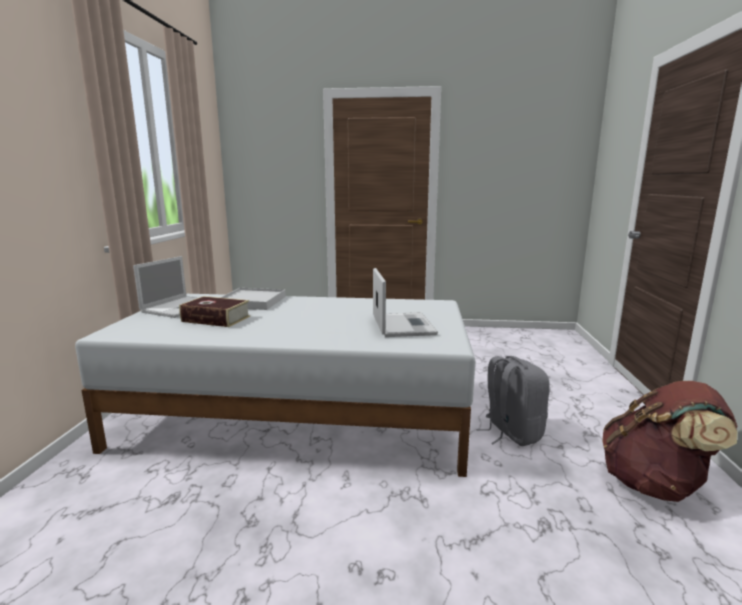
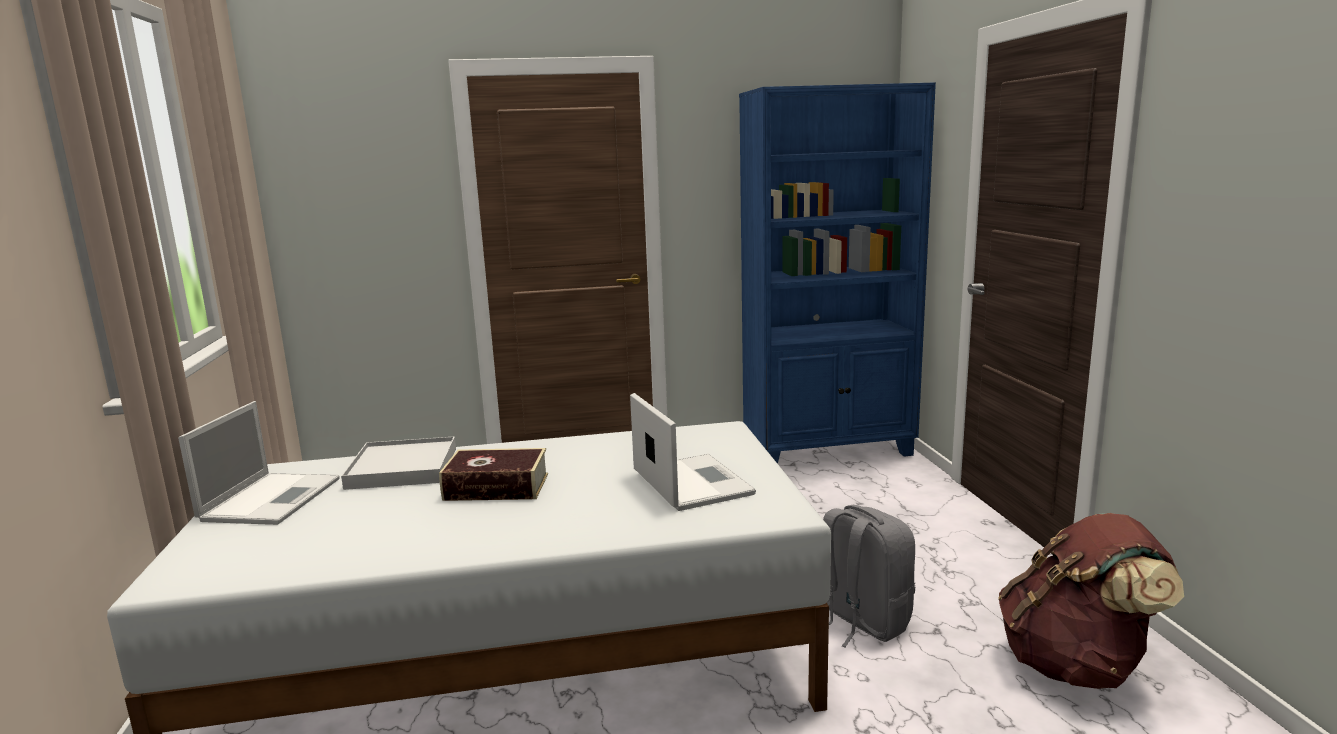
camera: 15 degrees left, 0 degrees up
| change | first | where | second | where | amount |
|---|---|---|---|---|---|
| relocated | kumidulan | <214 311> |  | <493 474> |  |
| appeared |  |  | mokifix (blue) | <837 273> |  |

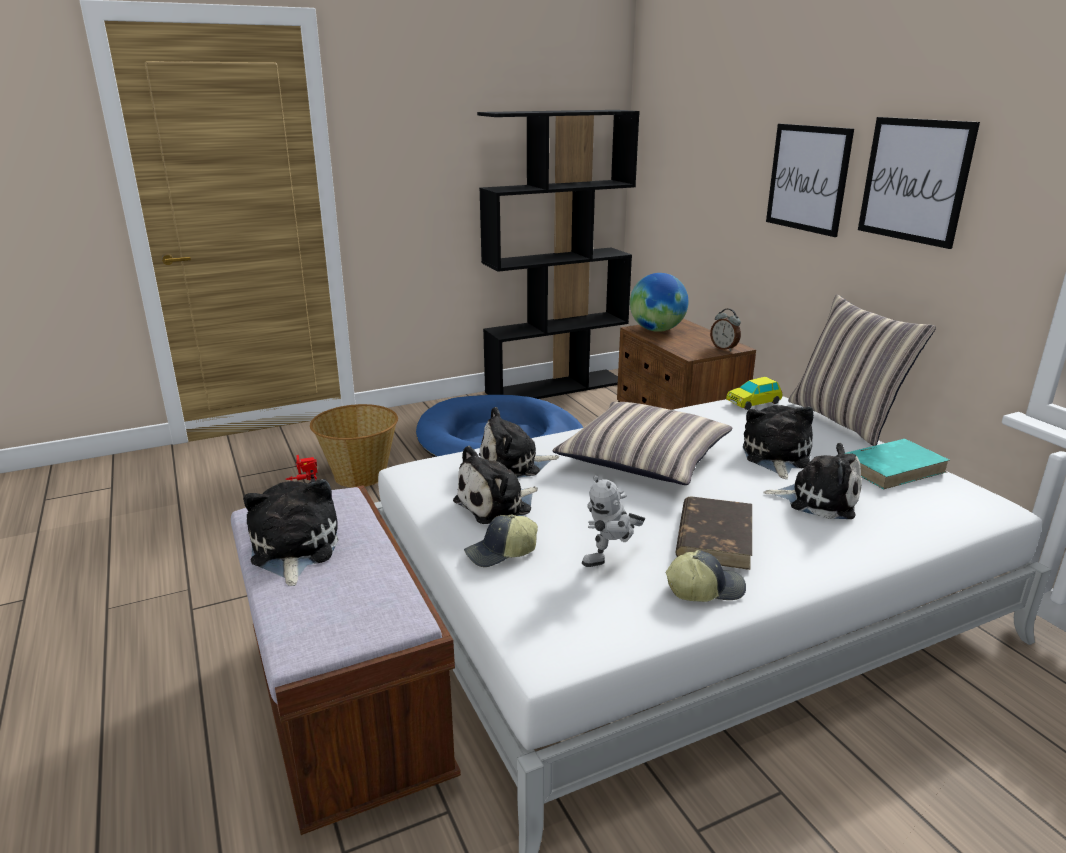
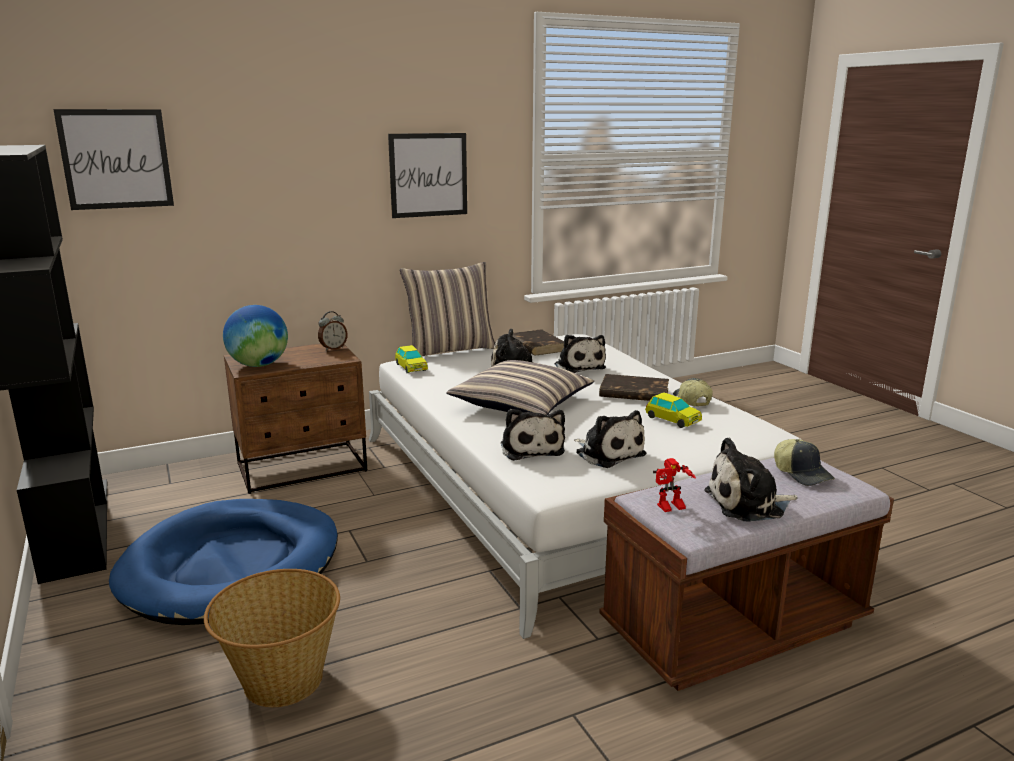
camera: 90 degrees left, 5 degrees down
| change | first | where | second | where | amount |
|---|---|---|---|---|---|
| relocated | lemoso | <810 180> |  | <113 159> |  |
| colour | kumidulan (turquoise) | <897 464> | kumidulan (brown) | <538 342> |  |
| spun | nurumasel | <812 481> |  | <580 354> | 135 degrees clockwise |
| exchanged | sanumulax | <613 521> | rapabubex | <673 410> |  |
| relocated | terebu | <501 540> |  | <804 462> |  |

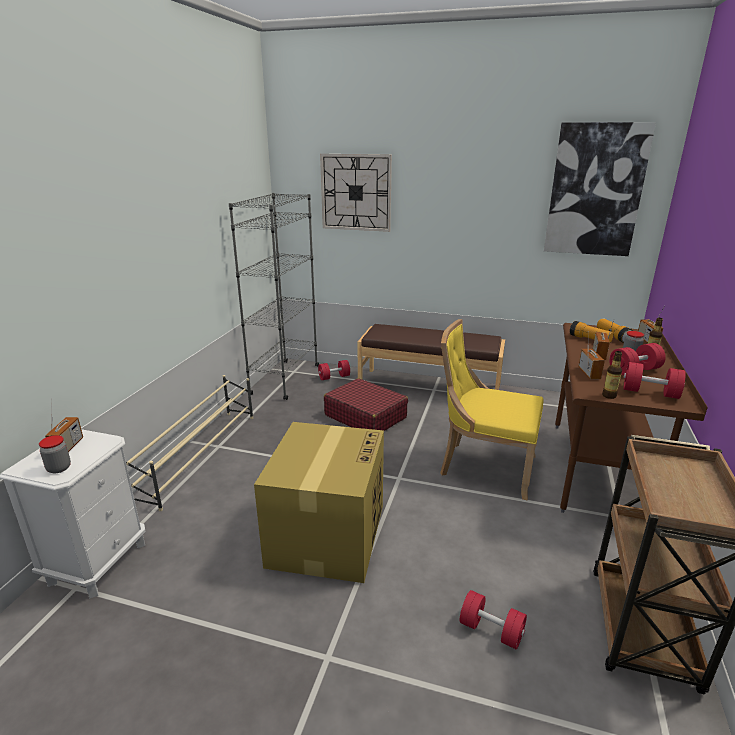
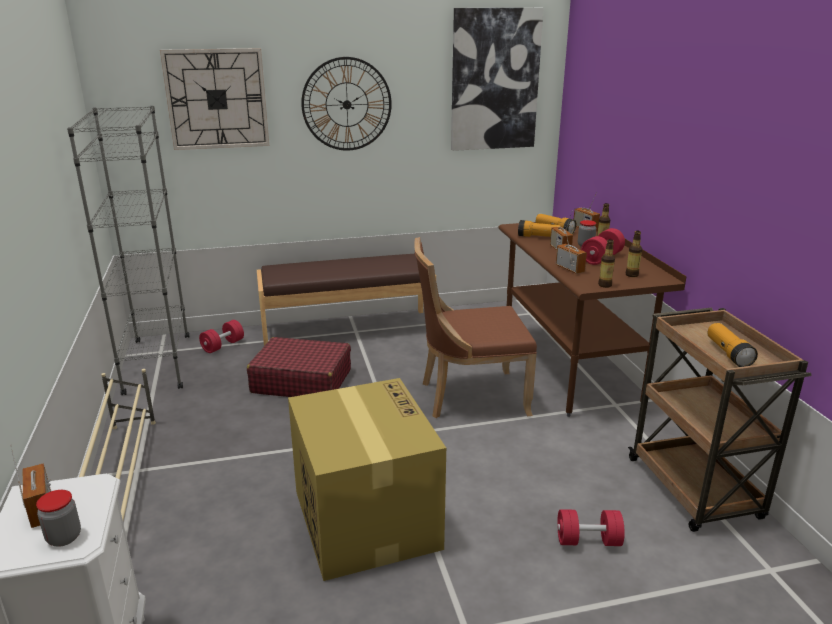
camera: 30 degrees left, 0 degrees up
| change | first | where | second | where | amount |
|---|---|---|---|---|---|
| colour | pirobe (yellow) | <492 409> | pirobe (brown) | <475 327> |  |
| exchanged | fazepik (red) | <654 380> | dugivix | <634 254> |  |
| appeared |  |  | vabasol | <346 104> |  |
| appeared |  |  | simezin | <732 345> |  |

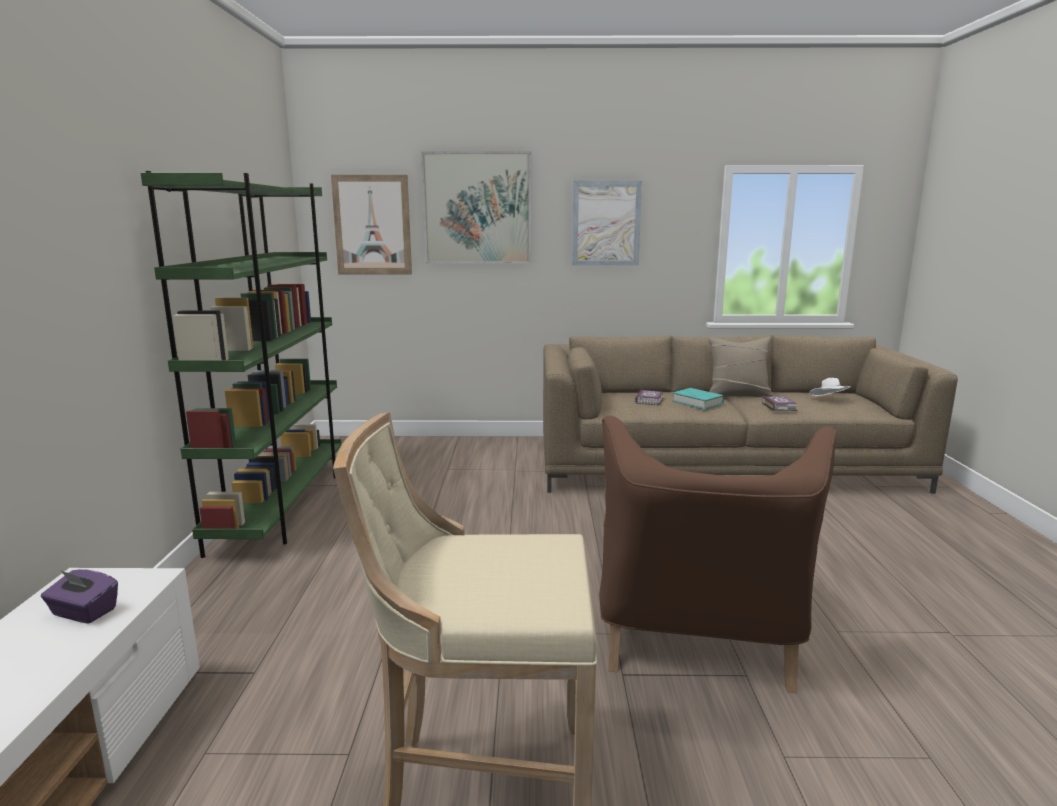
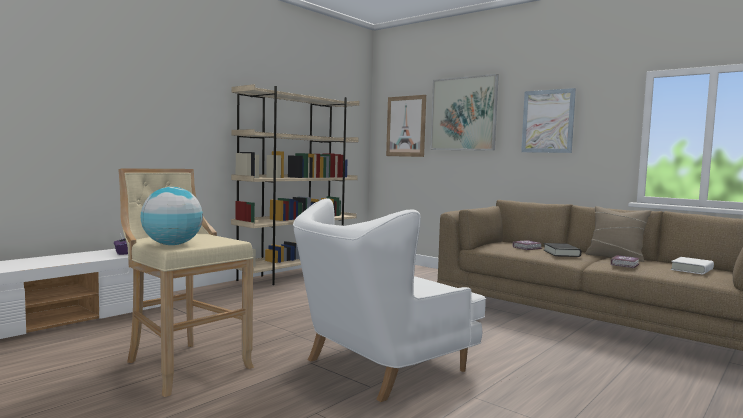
camera: 40 degrees right, 10 degrees down
| change | first | where | second | where | amount |
|---|---|---|---|---|---|
| colour | mokifix (green) | <241 364> | mokifix (beige) | <295 184> |  |
| exchanged | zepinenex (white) | <830 387> | kumidulan (white) | <692 266> |  |
| colour | kumidulan (turquoise) | <698 399> | kumidulan (black) | <562 250> |  |
| colour | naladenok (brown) | <718 554> | naladenok (white) | <389 300> |  |
| appeared |  |  | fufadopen | <172 216> |  |

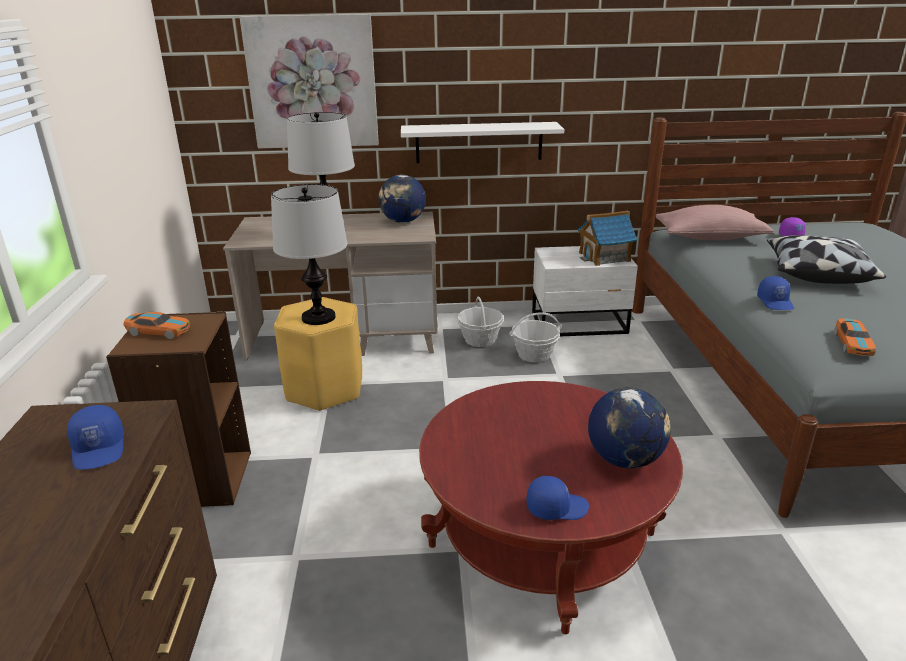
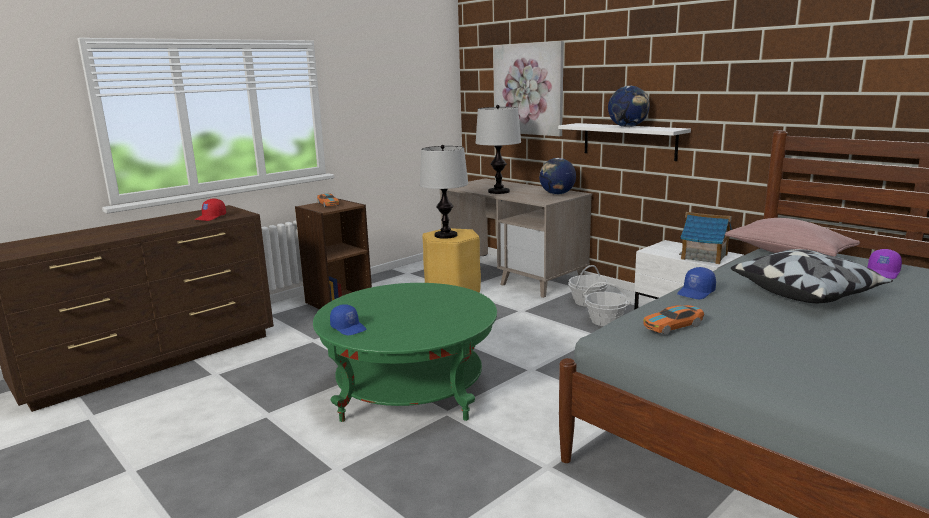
camera: 50 degrees right, 10 degrees down
| change | first | where | second | where | amount |
|---|---|---|---|---|---|
| colour | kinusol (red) | <551 507> | kinusol (green) | <405 352> |  |
| relocated | fufadopen | <629 428> |  | <629 106> |  |
| colour | terebu (blue) | <95 437> | terebu (red) | <210 209> |  |

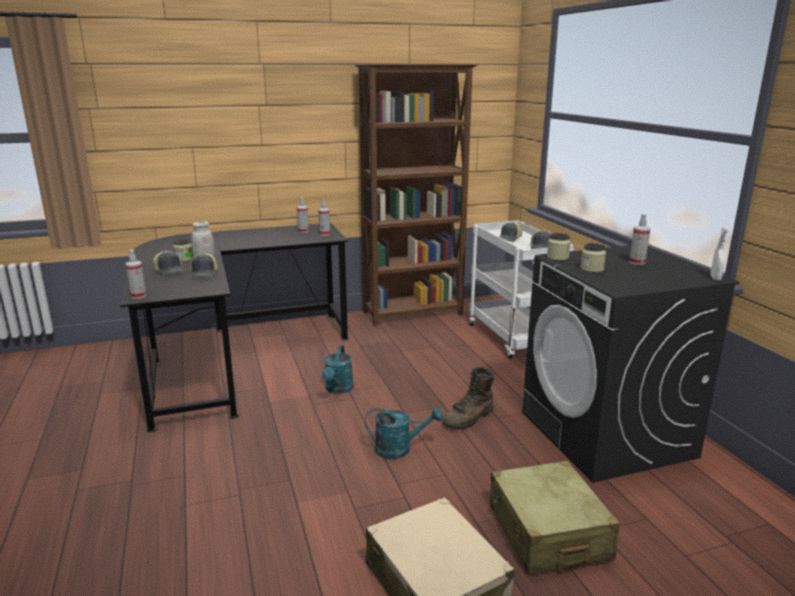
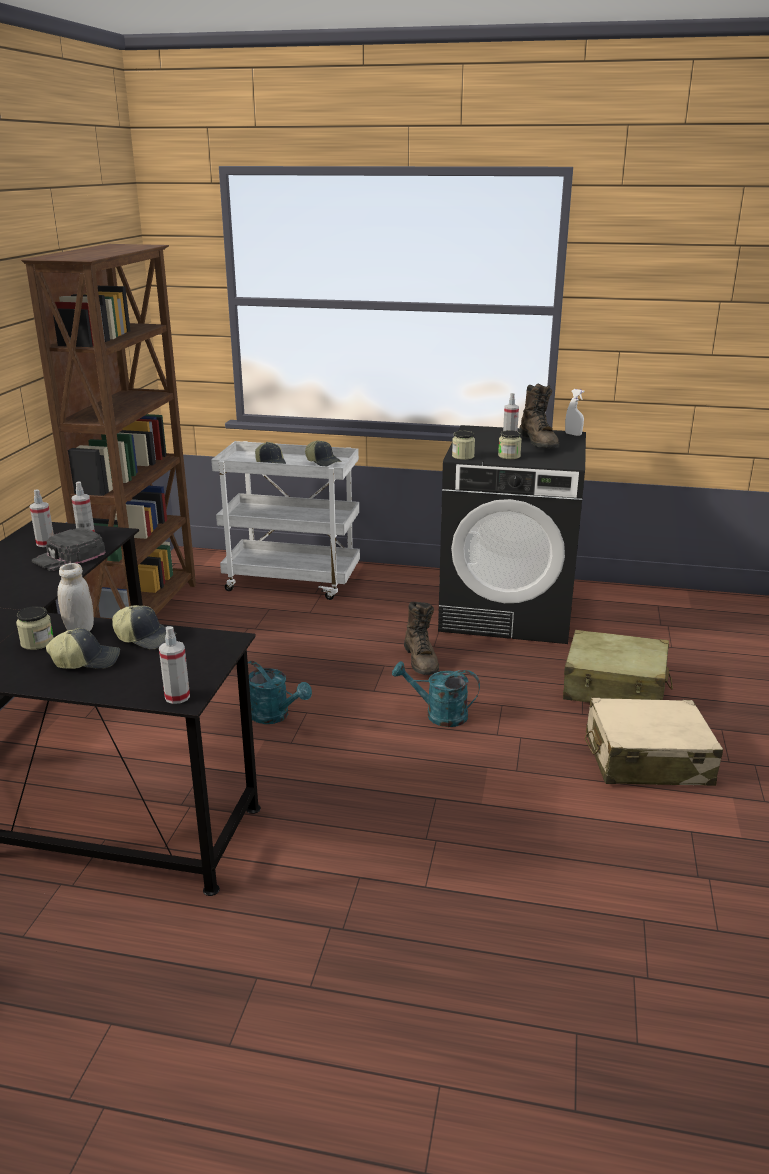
camera: 60 degrees left, 5 degrees up
| change | first | where | second | where | amount |
|---|---|---|---|---|---|
| spun | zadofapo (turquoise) | <404 433> |  | <436 694> | 105 degrees counterclockwise |
| appeared |  |  | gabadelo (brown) | <539 416> |  |
| appeared |  |  | terebu (black) | <68 549> |  |

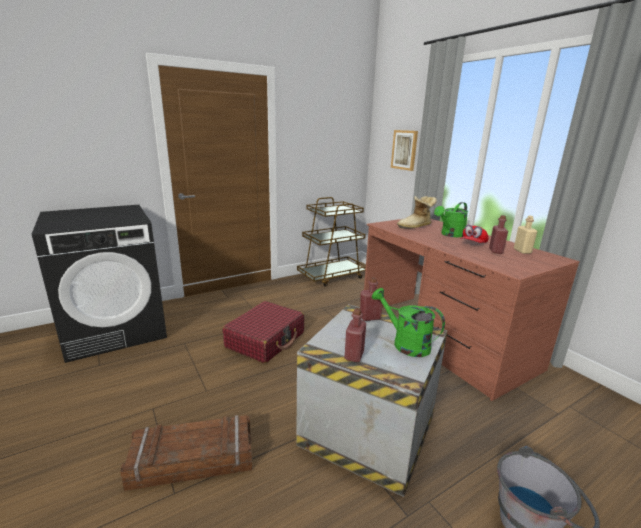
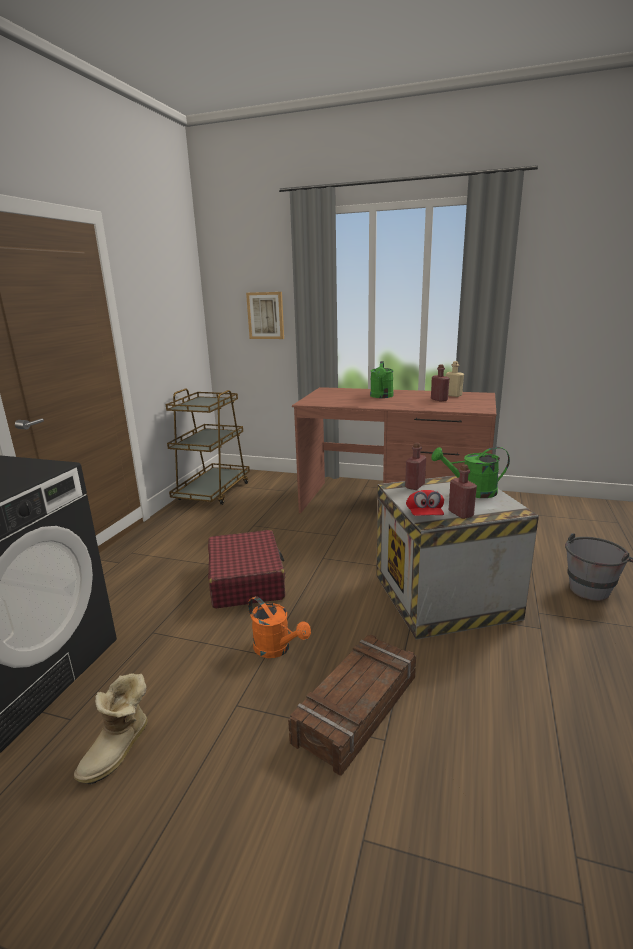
camera: 40 degrees left, 0 degrees up
| change | first | where | second | where | amount |
|---|---|---|---|---|---|
| relocated | gabadelo | <417 212> |  | <111 729> |  |
| relocated | terebu (red) | <474 234> |  | <425 503> |  |
| appeared |  |  | zadofapo (orange) | <279 627> |  |

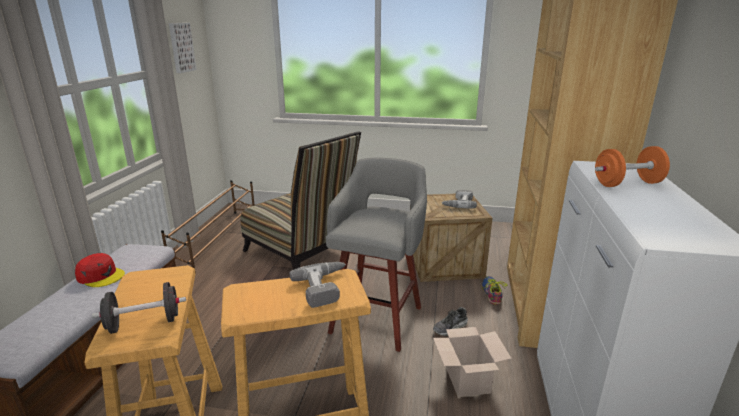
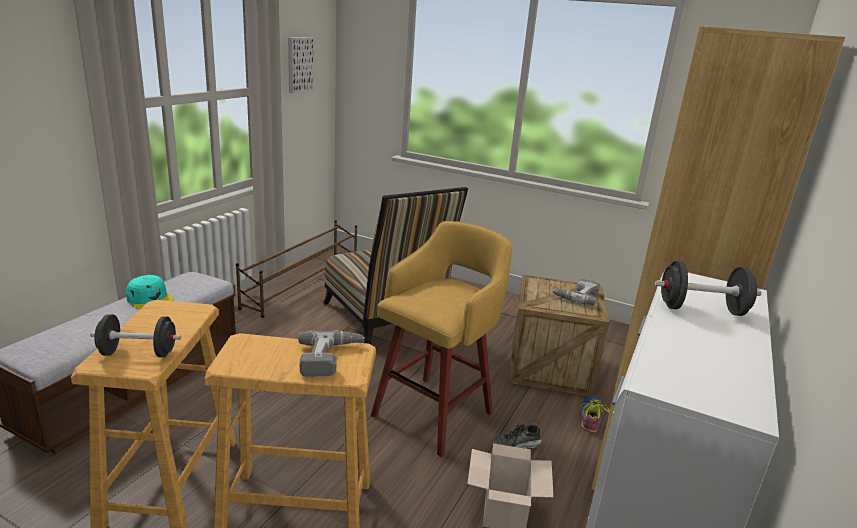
camera: 15 degrees right, 0 degrees up
| change | first | where | second | where | amount |
|---|---|---|---|---|---|
| colour | fazepik (orange) | <632 166> | fazepik (black) | <708 288> |  |
| colour | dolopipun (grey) | <376 255> | dolopipun (yellow) | <441 339> |  |
| colour | terebu (red) | <100 270> | terebu (turquoise) | <149 292> |  |

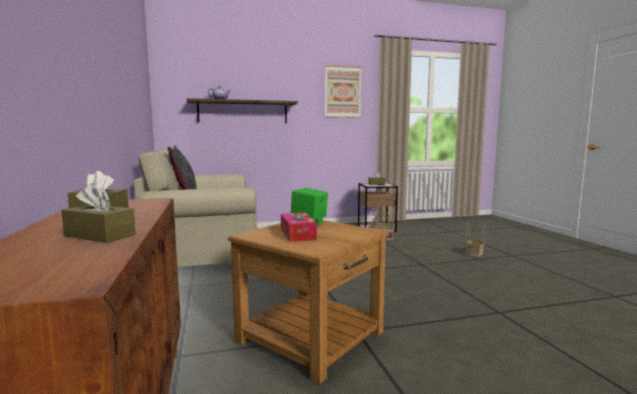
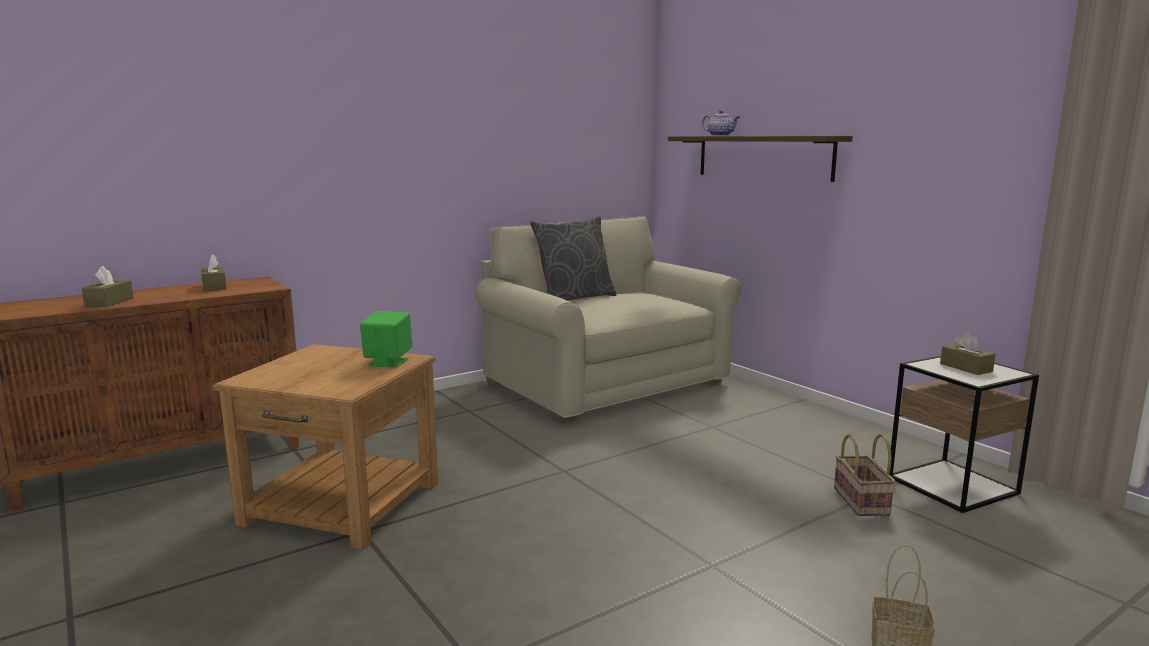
camera: 70 degrees right, 5 degrees up
| change | first | where | second | where | amount |
|---|---|---|---|---|---|
| missing | lemoso | <343 91> |  |  |  |
| missing | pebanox | <299 227> |  |  |  |

